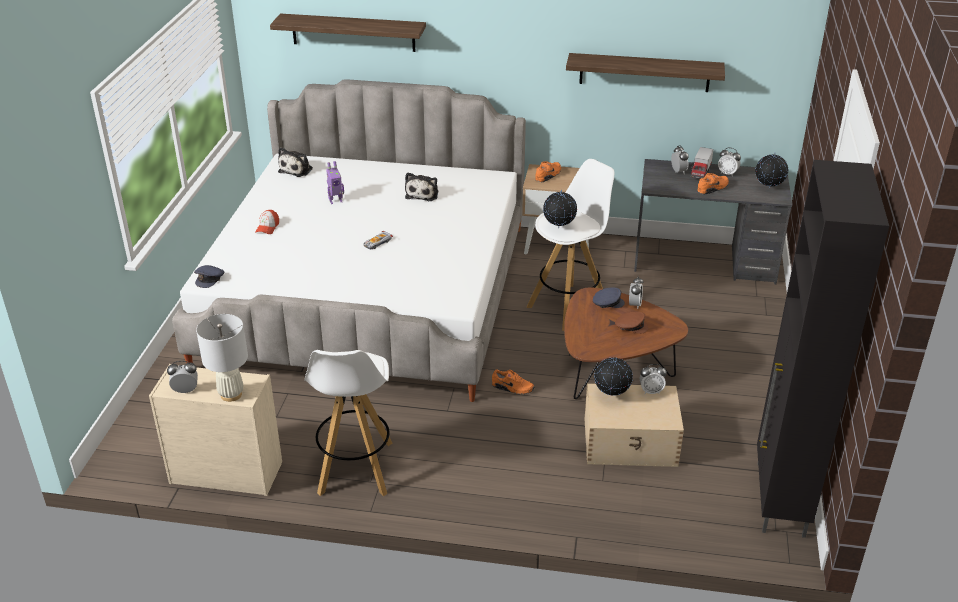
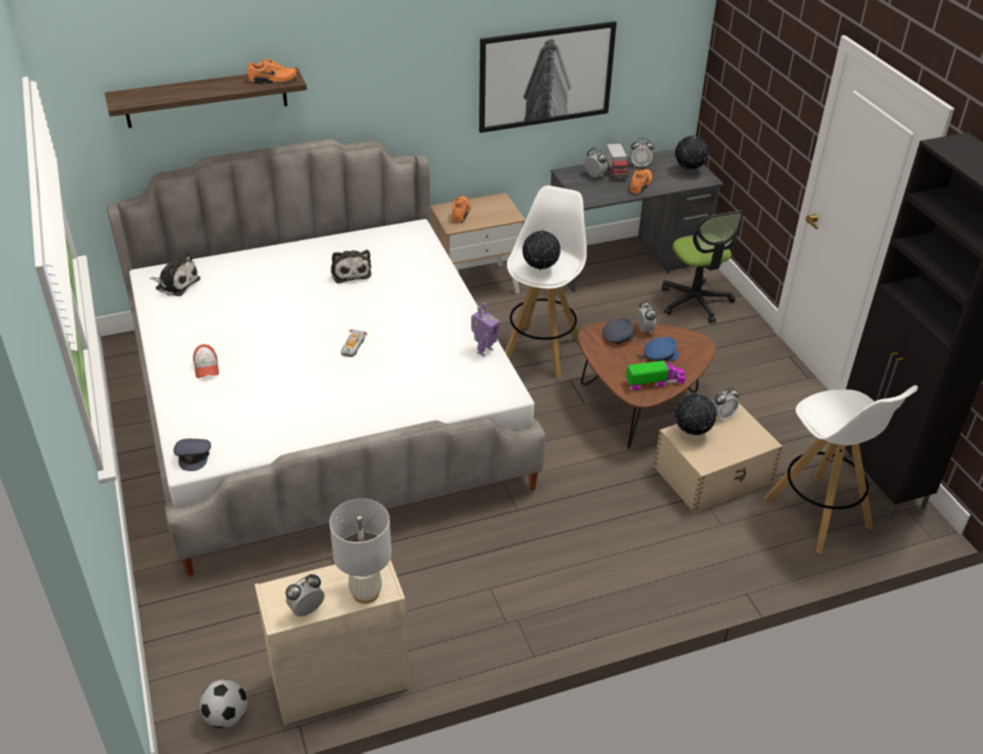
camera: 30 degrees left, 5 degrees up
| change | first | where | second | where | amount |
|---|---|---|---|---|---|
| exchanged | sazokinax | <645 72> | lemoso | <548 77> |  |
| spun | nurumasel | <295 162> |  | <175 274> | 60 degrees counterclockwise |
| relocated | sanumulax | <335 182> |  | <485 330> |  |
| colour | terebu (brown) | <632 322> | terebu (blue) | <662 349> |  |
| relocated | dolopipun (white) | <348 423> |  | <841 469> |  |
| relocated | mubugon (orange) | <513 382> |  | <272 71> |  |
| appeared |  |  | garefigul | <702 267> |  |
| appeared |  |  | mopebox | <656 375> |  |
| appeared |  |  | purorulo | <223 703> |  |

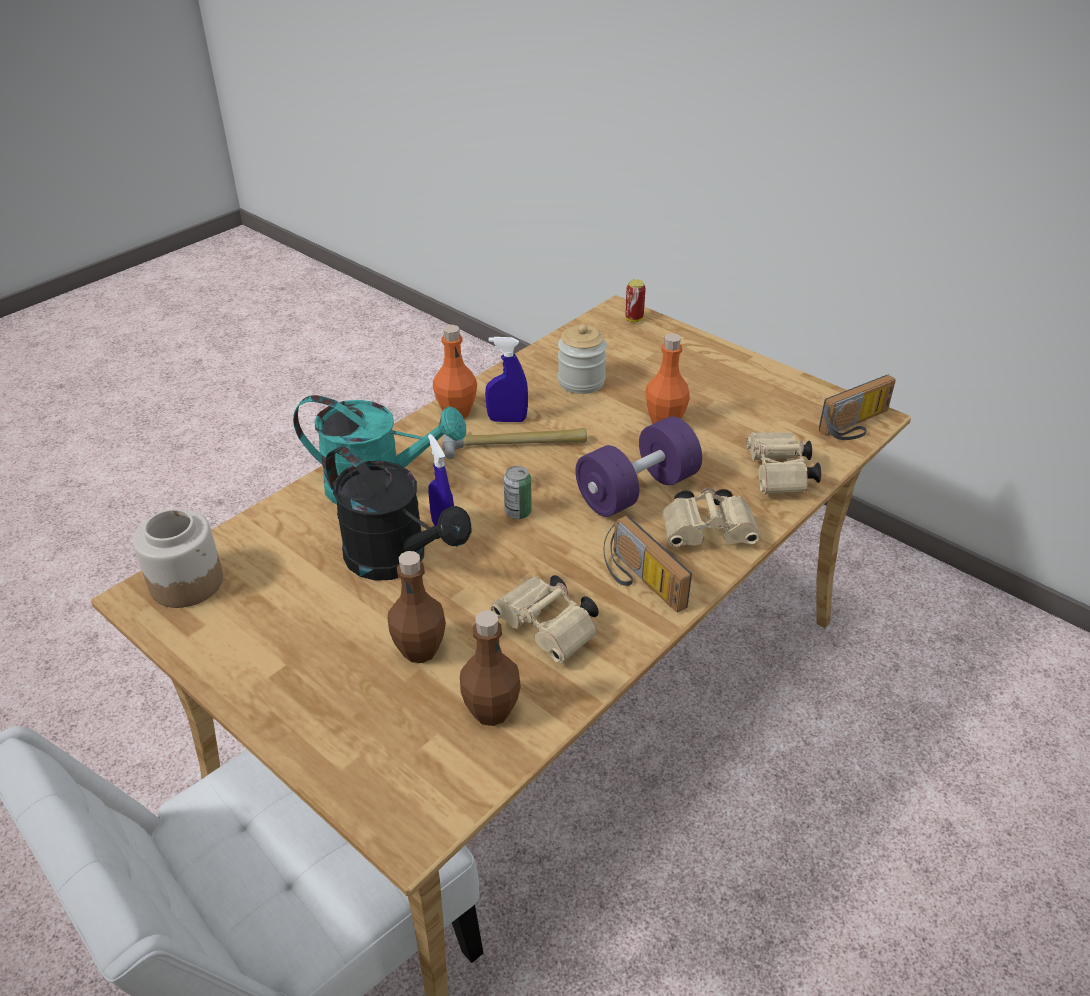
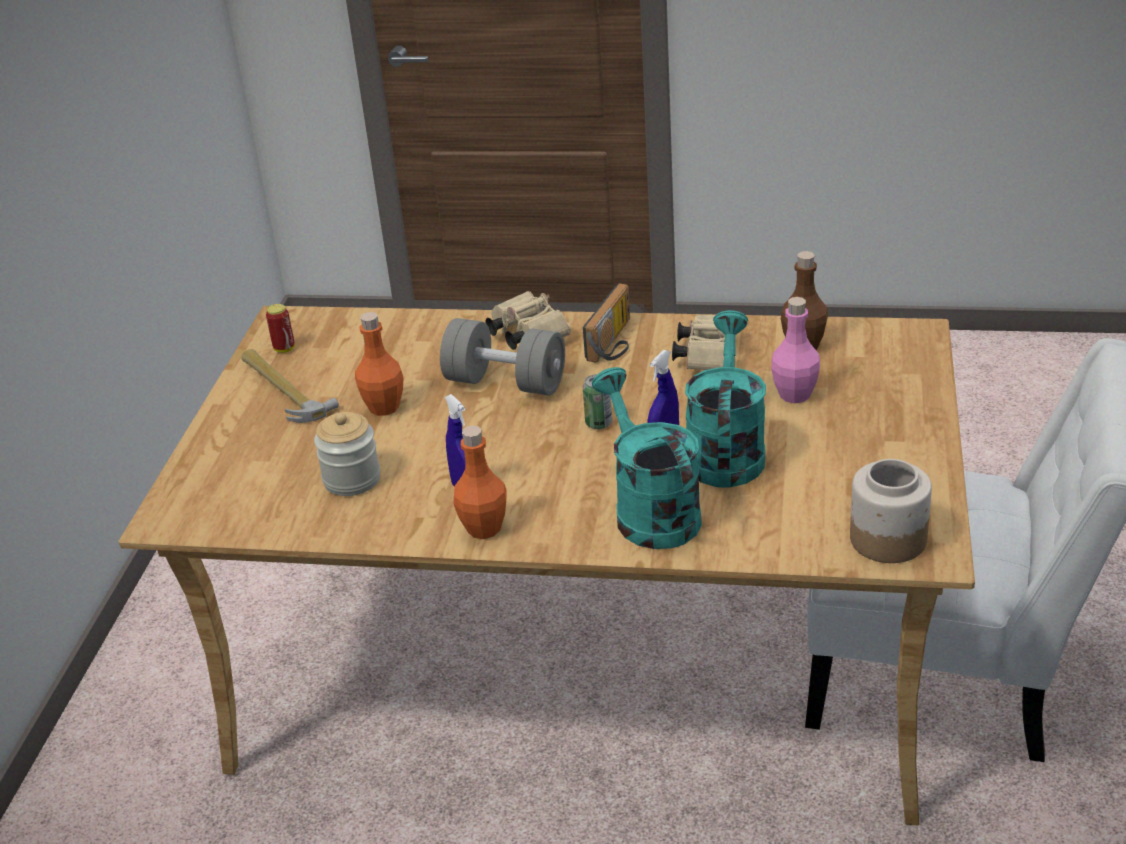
camera: 120 degrees left, 5 degrees down
| change | first | where | second | where | amount |
|---|---|---|---|---|---|
| relocated | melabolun | <635 300> |  | <280 328> |  |
| missing | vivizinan | <857 407> |  |  |  |
| colour | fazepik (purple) | <638 466> | fazepik (grey) | <502 357> |  |
| relocated | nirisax | <514 443> |  | <290 386> |  |
| missing | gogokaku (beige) | <783 463> |  |  |  |
| colour | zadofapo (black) | <399 513> | zadofapo (turquoise) | <725 399> |  |
| colour | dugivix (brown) | <417 607> | dugivix (pink) | <795 350> |  |

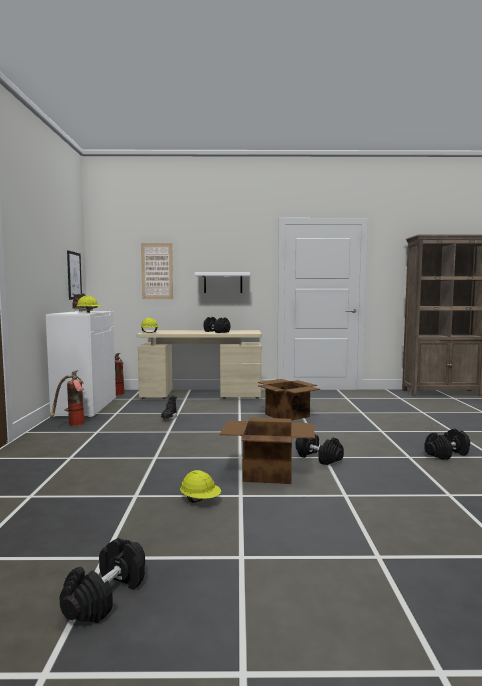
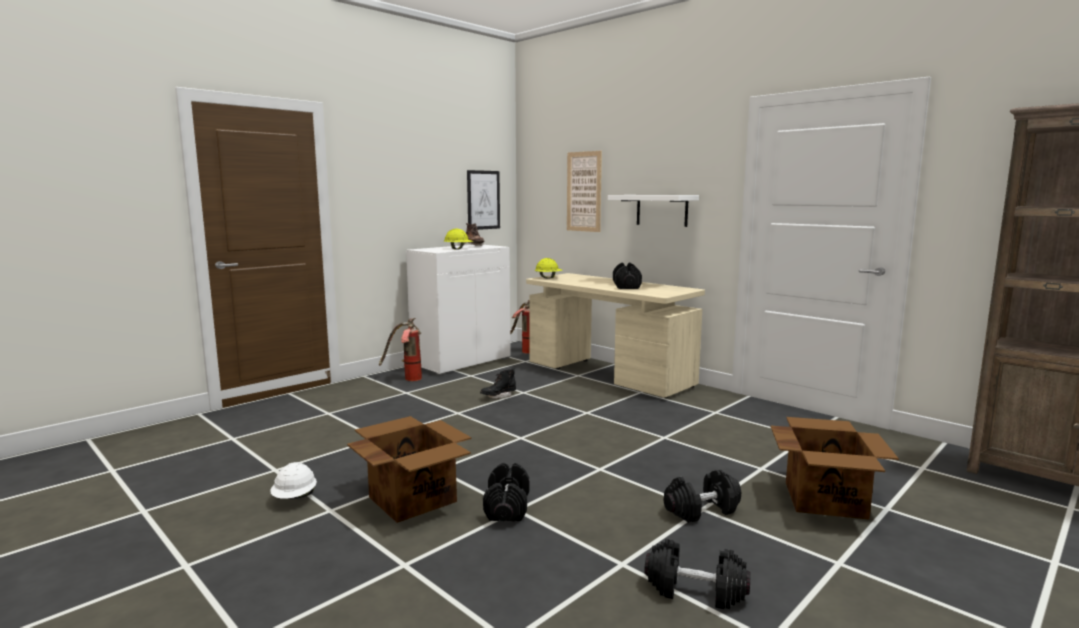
camera: 45 degrees right, 5 degrees up
| change | first | where | second | where | amount |
|---|---|---|---|---|---|
| relocated | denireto | <288 400> |  | <835 468> |  |
| colour | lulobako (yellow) | <200 486> | lulobako (white) | <293 480> |  |
| relocated | fazepik (black) | <102 580> |  | <702 496> |  |

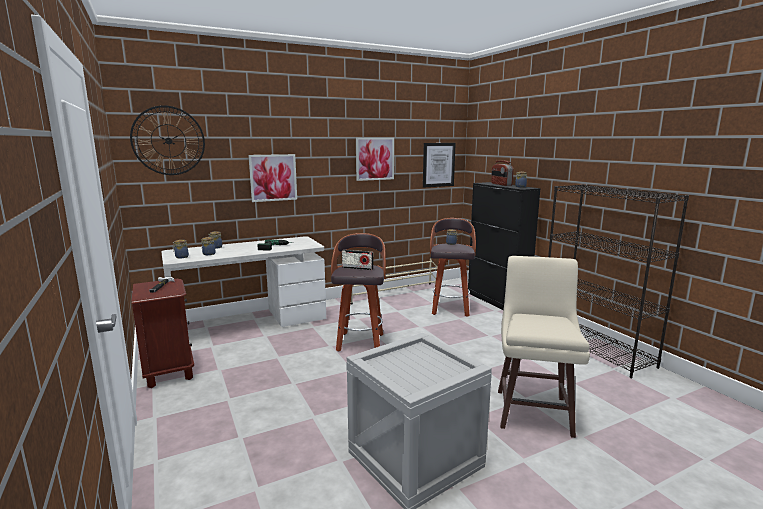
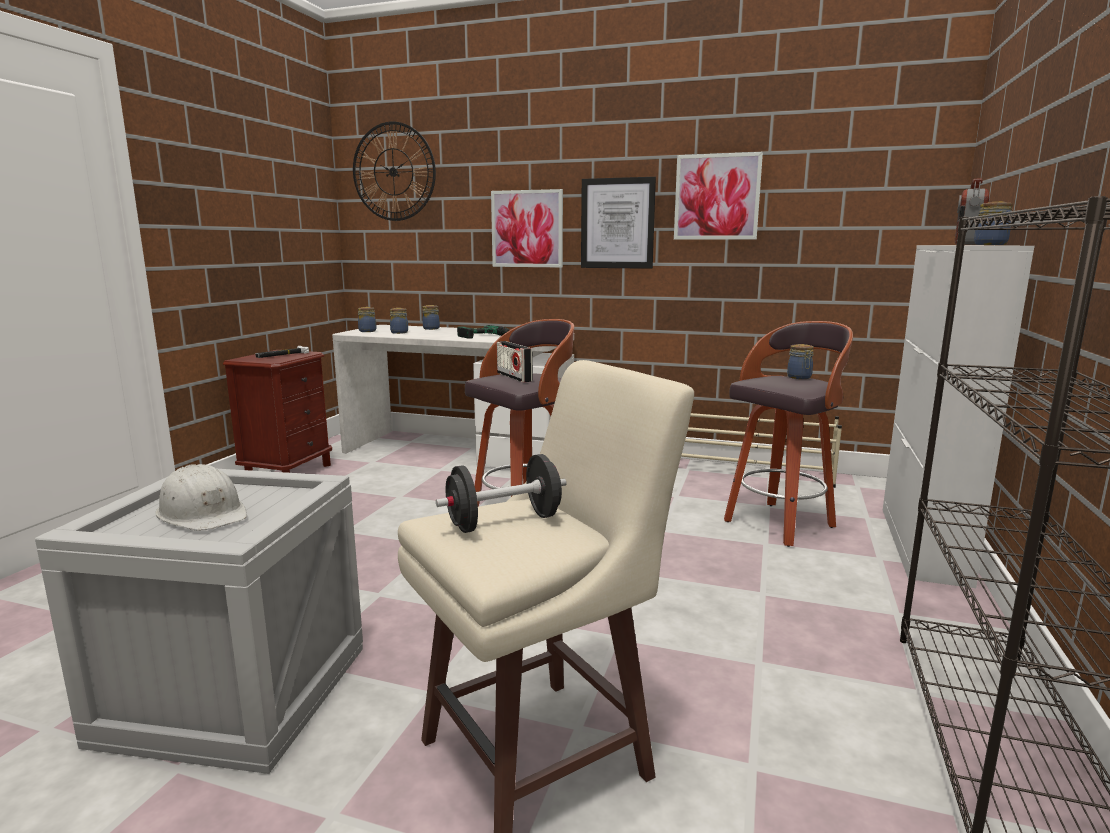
camera: 45 degrees right, 0 degrees up
| change | first | where | second | where | amount |
|---|---|---|---|---|---|
| relocated | lemoso | <439 165> |  | <618 223> |  |
| colour | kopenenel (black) | <504 246> | kopenenel (white) | <959 416> |  |
| appeared |  |  | fazepik (black) | <501 493> |  |
| appeared |  |  | lulobako (white) | <201 497> |  |

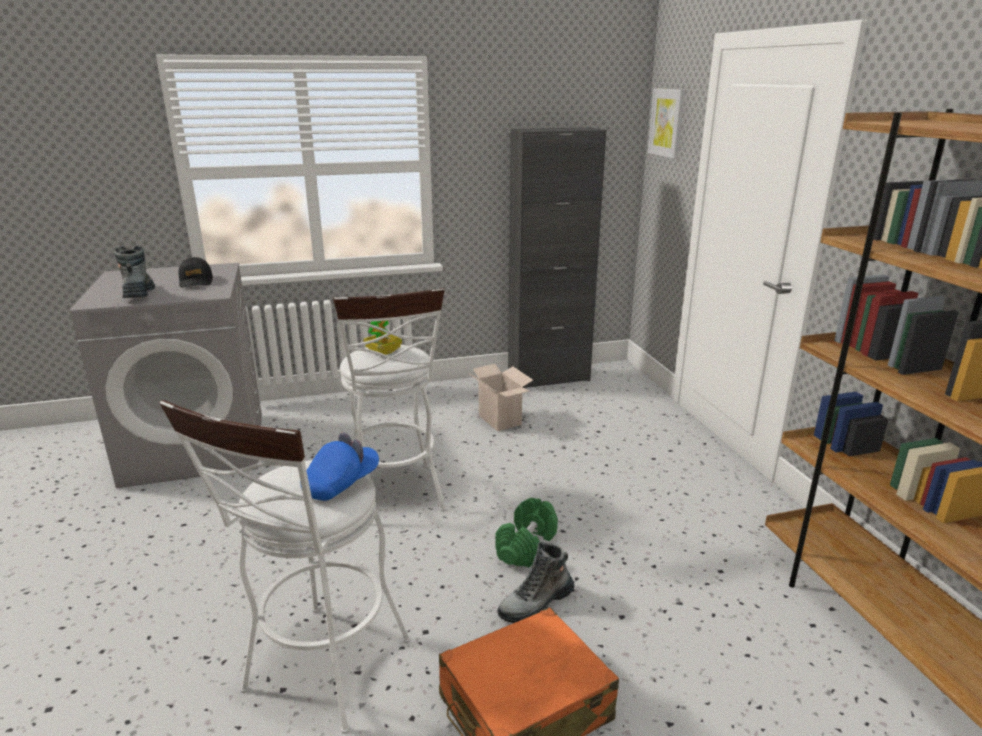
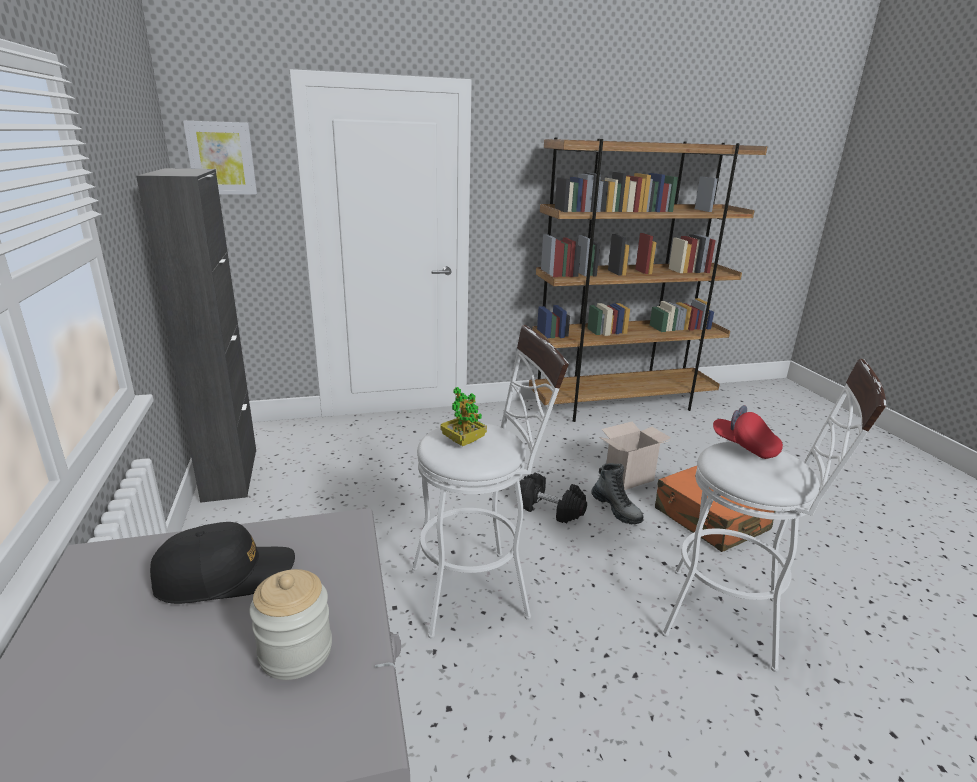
camera: 90 degrees left, 0 degrees up
| change | first | where | second | where | amount |
|---|---|---|---|---|---|
| exchanged | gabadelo | <134 272> | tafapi | <290 624> |  |
| relocated | denireto | <501 397> |  | <635 456> |  |
| colour | terebu (blue) | <339 466> | terebu (red) | <748 432> |  |
| colour | fazepik (green) | <527 532> | fazepik (black) | <553 497> |  |

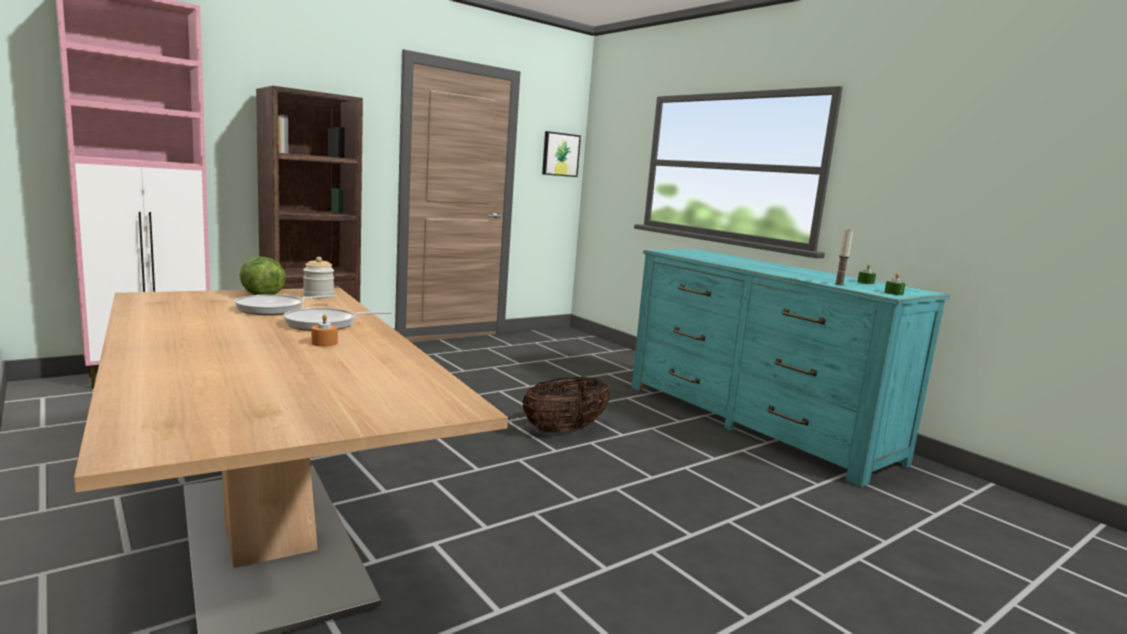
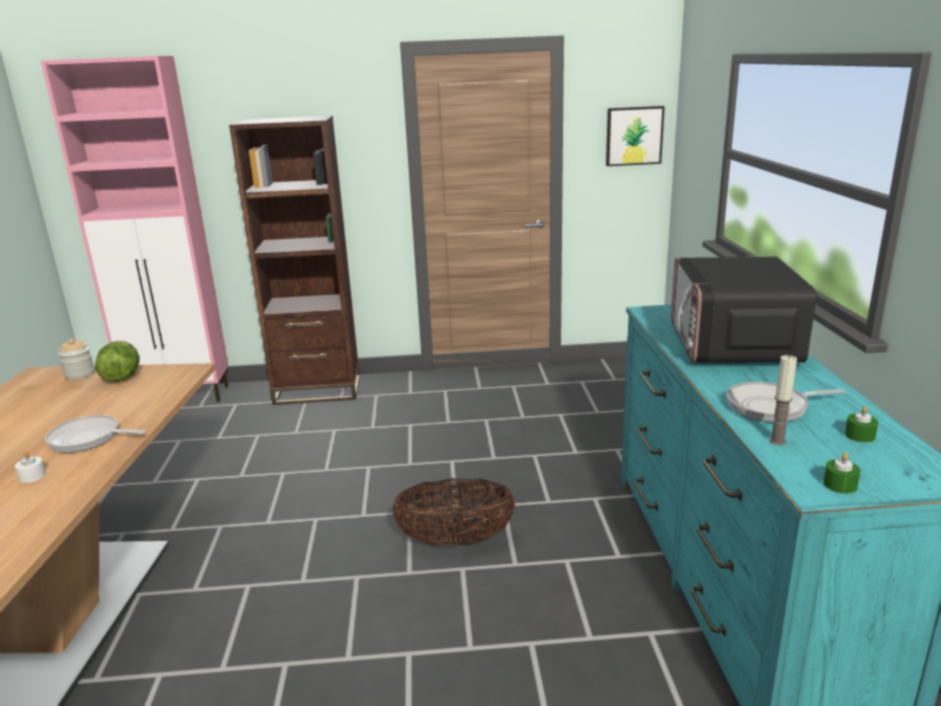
camera: 35 degrees right, 10 degrees up
| change | first | where | second | where | amount |
|---|---|---|---|---|---|
| relocated | tafapi | <318 277> |  | <76 359> |  |
| relocated | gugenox | <285 304> |  | <785 402> |  |
| colour | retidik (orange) | <324 330> | retidik (white) | <30 467> |  |
| appeared |  |  | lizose | <743 309> |  |

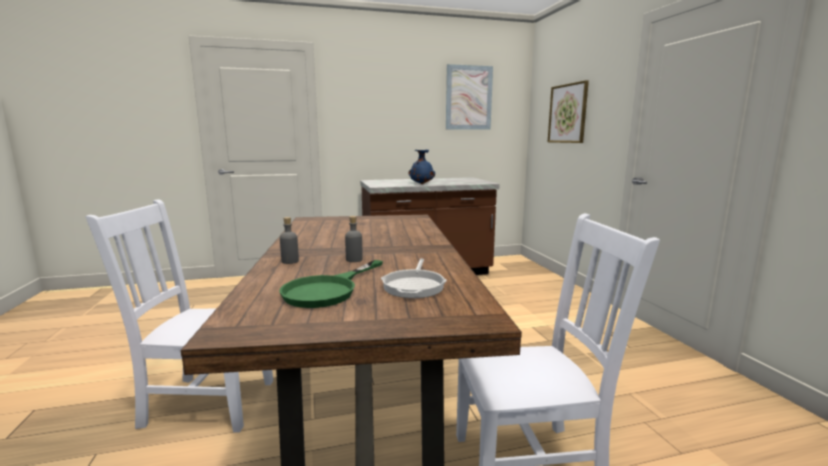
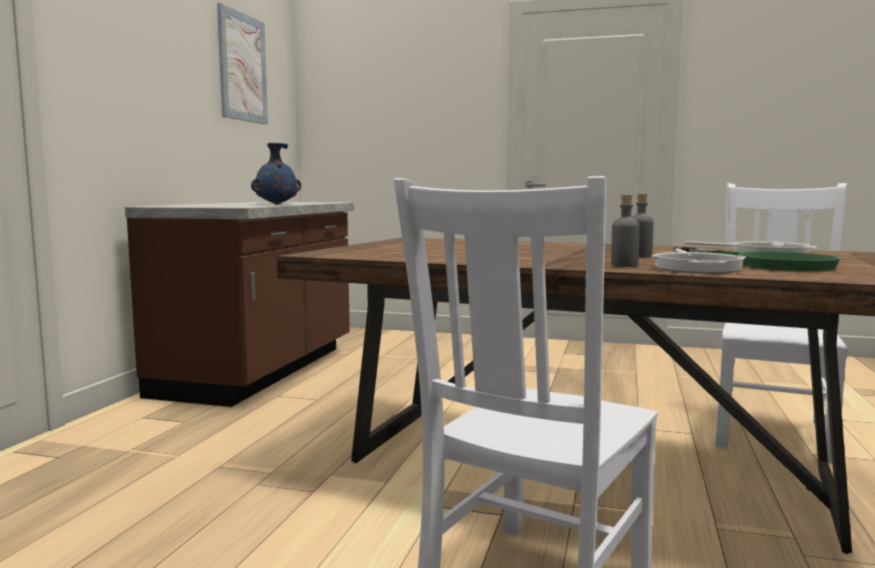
camera: 60 degrees left, 5 degrees down
| change | first | where | second | where | amount |
|---|---|---|---|---|---|
| missing | lemoso | <568 111> |  |  |  |
| appeared |  |  | gugenox | <699 261> |  |

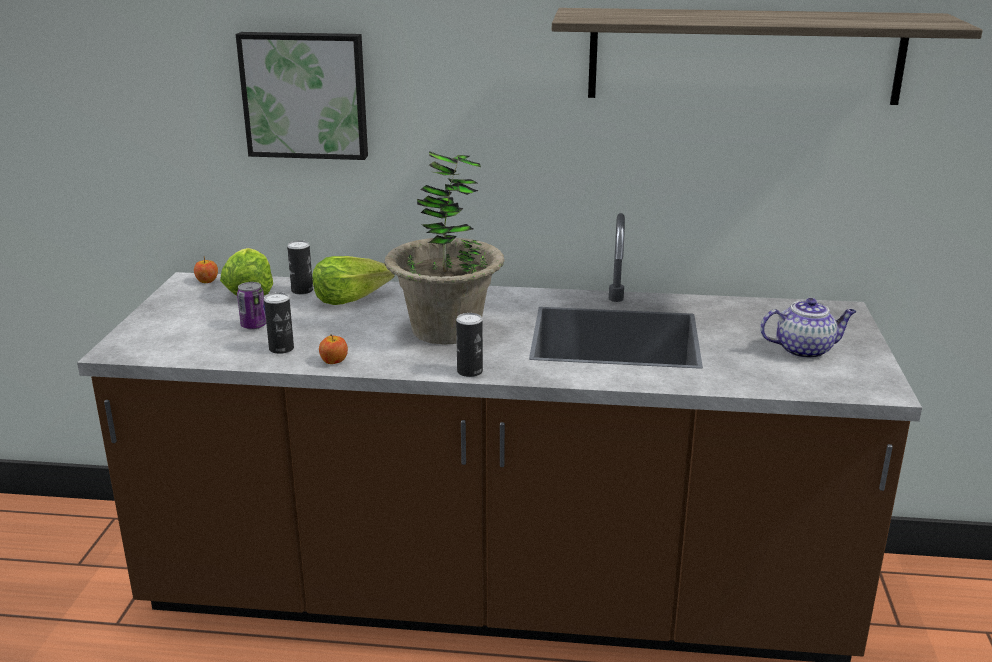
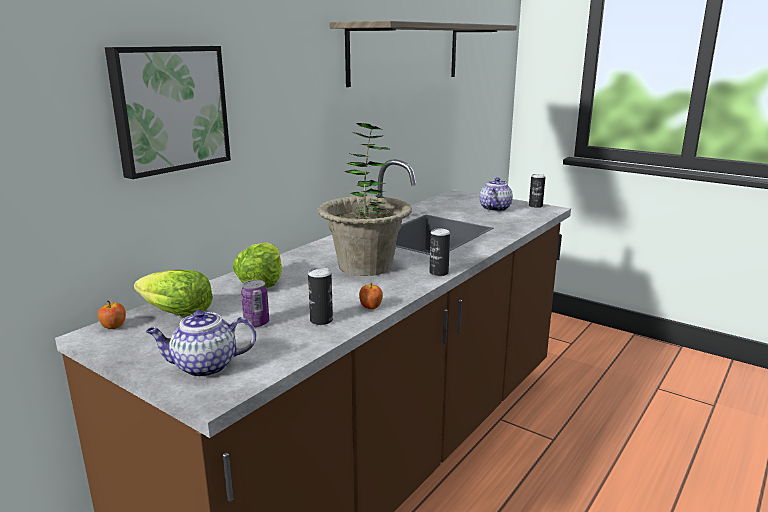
camera: 60 degrees left, 5 degrees down
| change | first | where | second | where | amount |
|---|---|---|---|---|---|
| relocated | melabolun | <300 267> |  | <537 191> |  |
| appeared |  |  | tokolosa | <201 343> |  |

